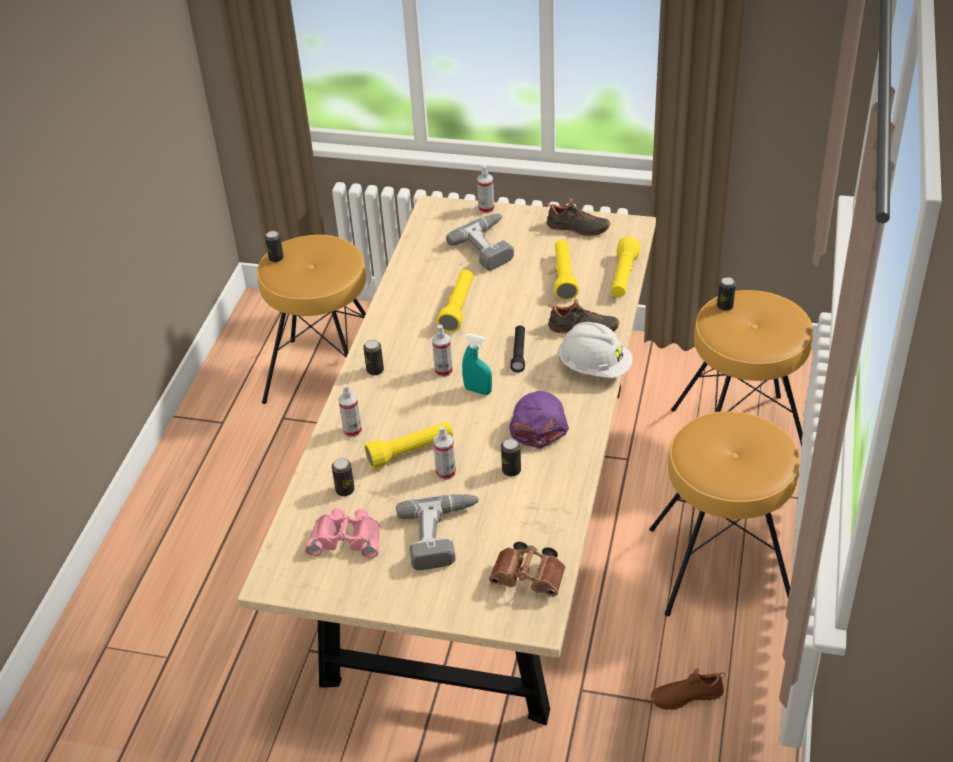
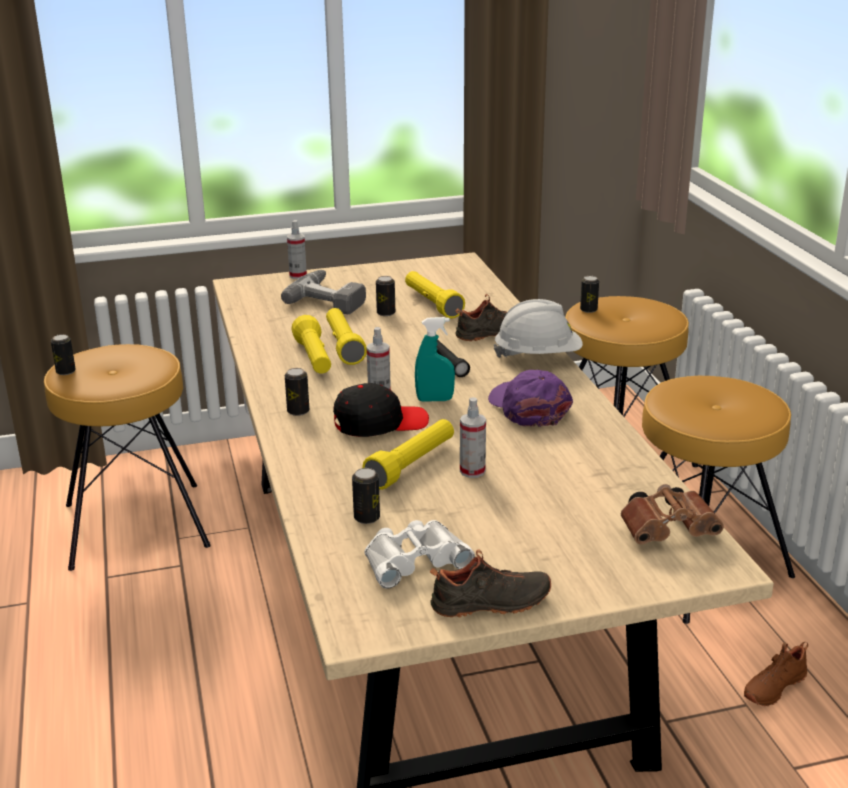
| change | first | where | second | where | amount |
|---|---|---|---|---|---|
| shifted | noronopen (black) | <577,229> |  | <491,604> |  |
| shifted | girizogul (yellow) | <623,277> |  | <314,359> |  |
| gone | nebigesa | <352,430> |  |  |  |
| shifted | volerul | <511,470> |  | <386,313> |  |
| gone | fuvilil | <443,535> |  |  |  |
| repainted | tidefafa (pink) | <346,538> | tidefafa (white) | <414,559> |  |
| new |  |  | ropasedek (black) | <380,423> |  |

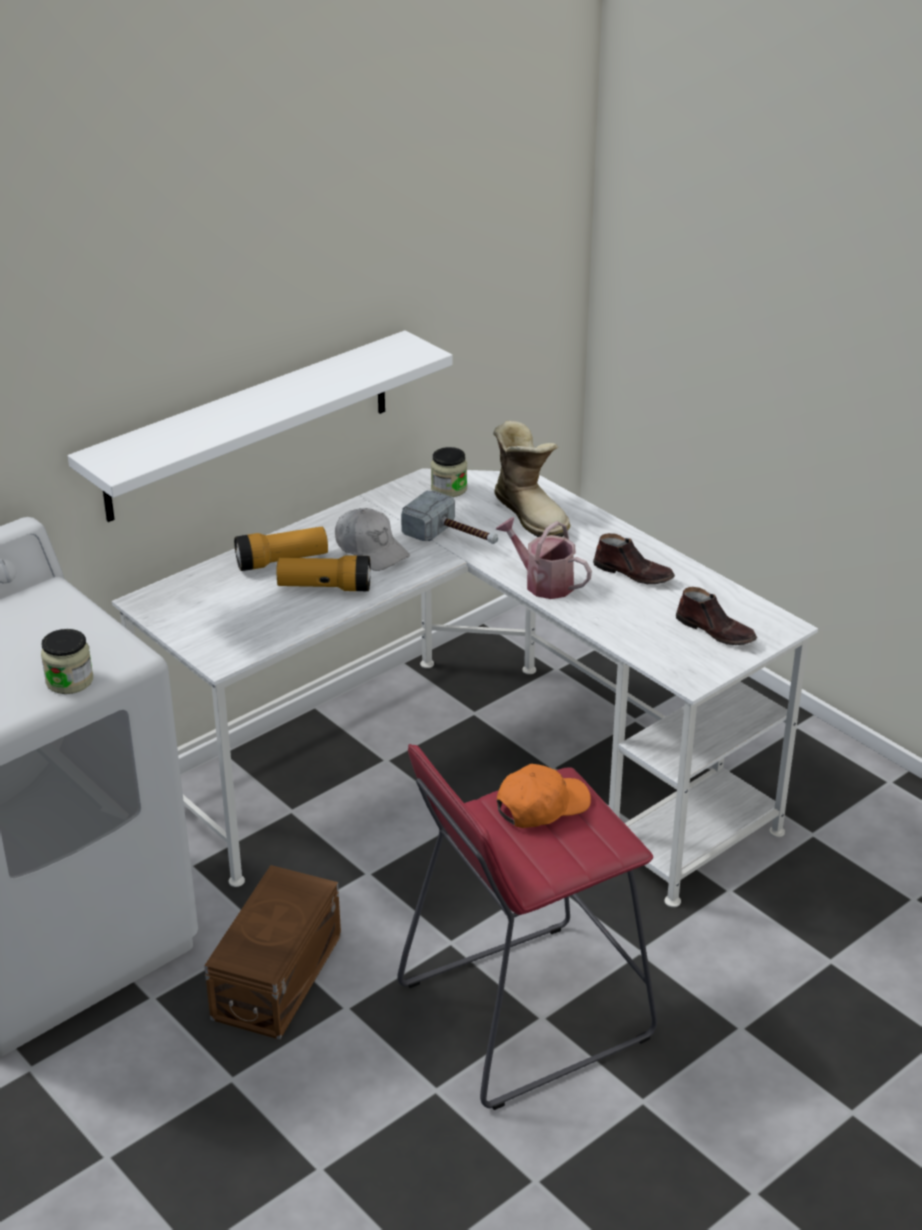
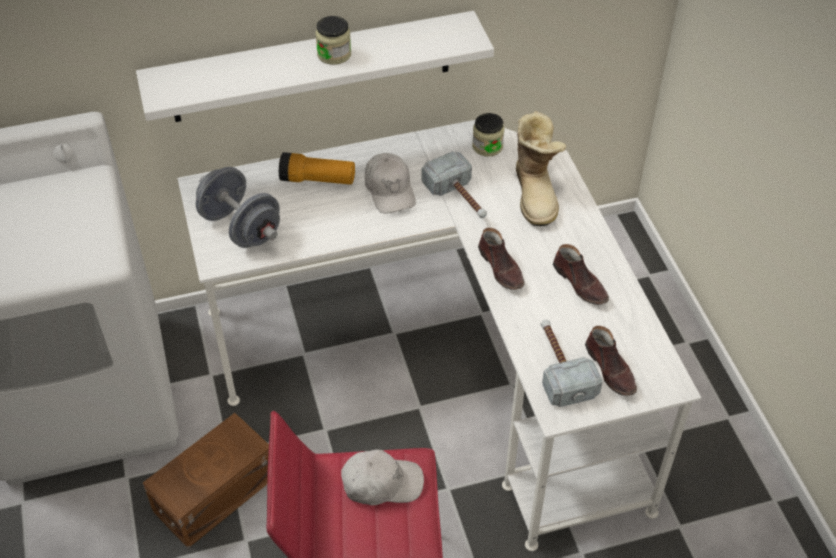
| change | first | where | second | where | amount |
|---|---|---|---|---|---|
| swapped | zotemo | <543,582> | noronopen (brown) | <501,268> |  |
| gone | girizogul | <325,587> |  |  |  |
| shifted | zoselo | <69,681> |  | <334,54> |  |
| repainted | ropasedek (orange) | <541,806> | ropasedek (white) | <381,483> |  |
| new |  |  | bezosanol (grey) | <241,227> |  |
| new |  |  | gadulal | <559,367> |  |

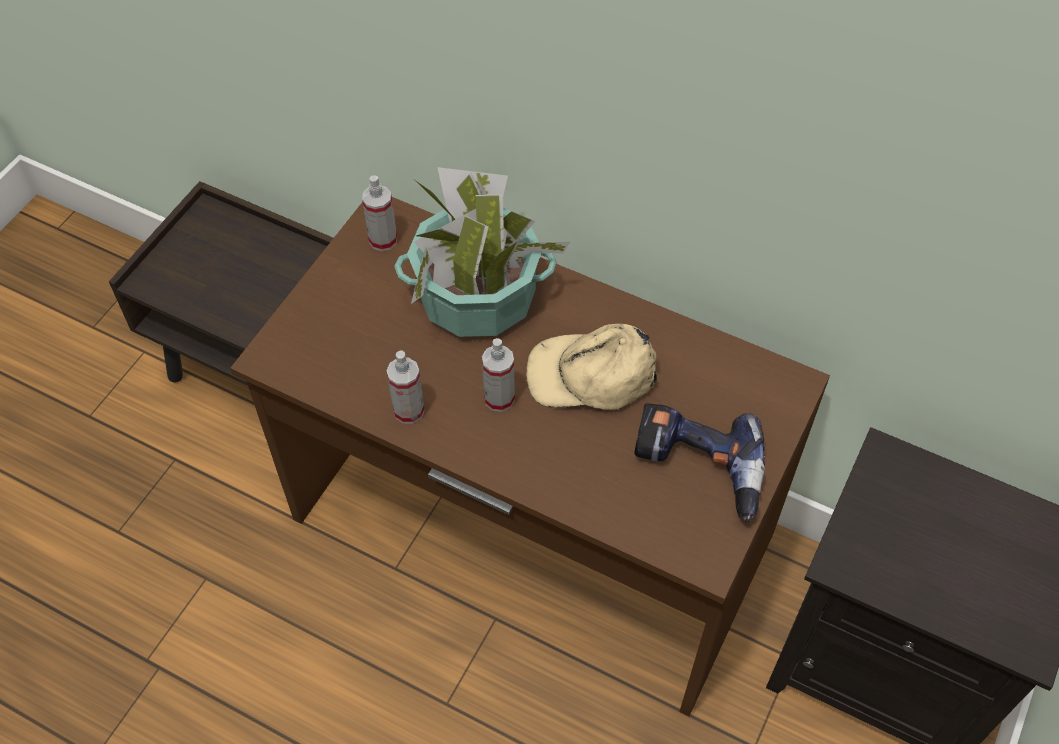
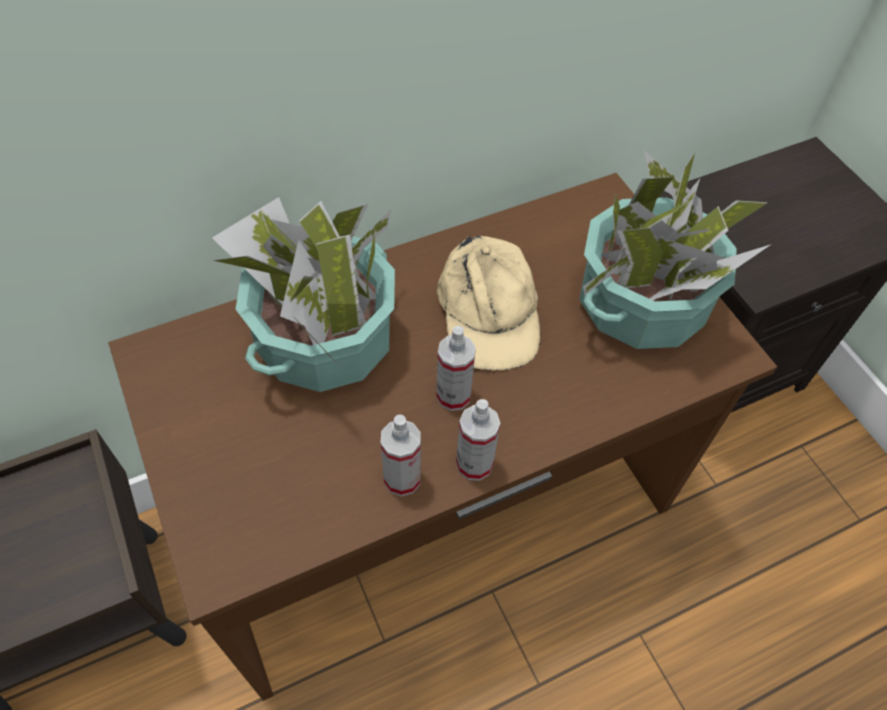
| change | first | where | second | where | amount |
|---|---|---|---|---|---|
| shifted | nebigesa | <383,240> |  | <474,464> |  |
| rotated | ropasedek (beige) | <592,374> |  | <488,312> | 45 degrees counterclockwise |
| swapped | fuvilil | <697,469> | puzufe | <641,304> |  |

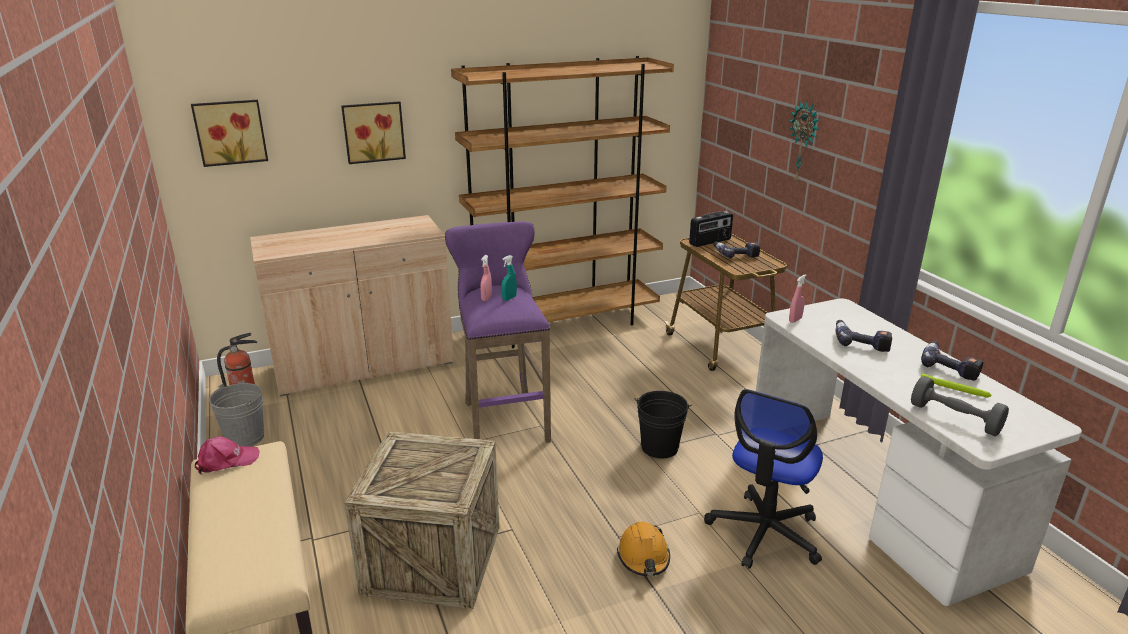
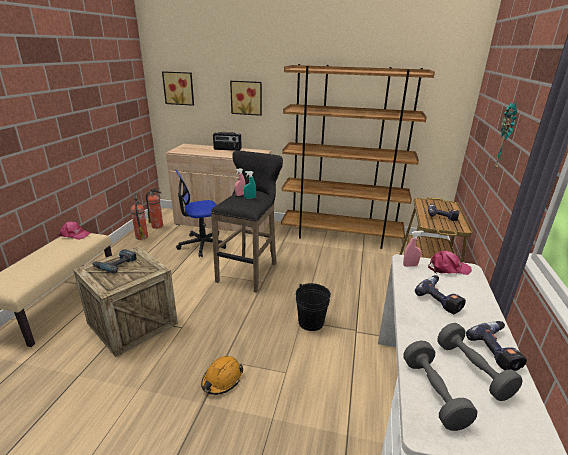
| change | first | where | second | where | amount |
|---|---|---|---|---|---|
| shifted | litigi | <710,242> |  | <227,149> |  |
| repainted | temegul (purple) | <503,419> | temegul (black) | <249,271> |  |
| swapped | girizogul (green) | <954,389> | bezosanol (grey) | <472,370> |  |
| swapped | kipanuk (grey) | <245,437> | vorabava | <141,236> |  |
| shifted | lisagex | <764,533> |  | <202,245> |  |
| new |  |  | fuvilil | <115,264> |  |
| new |  |  | ropasedek (pink) | <448,268> |  |

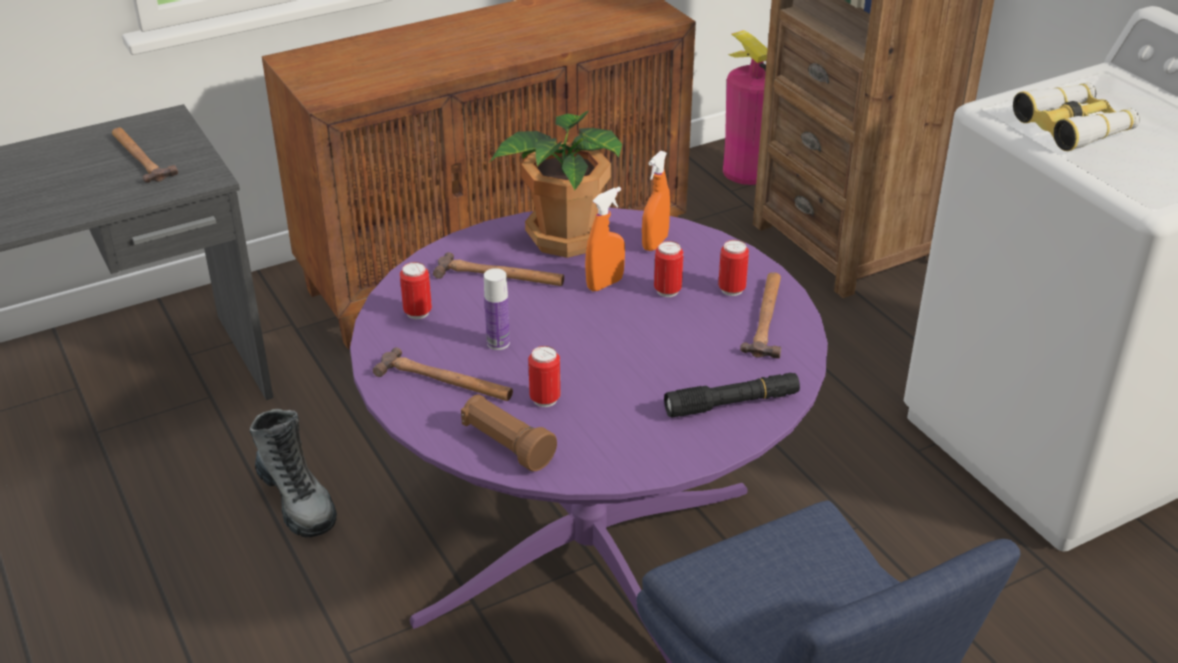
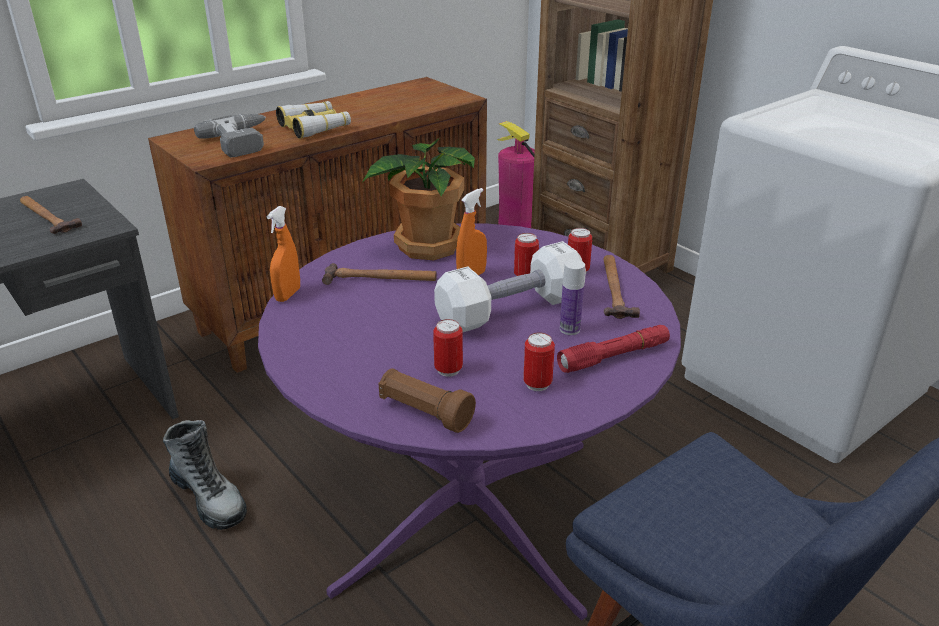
| change | first | where | second | where | amount |
|---|---|---|---|---|---|
| shifted | tidefafa | <1073,127> |  | <314,127> |  |
| shifted | nebigesa (orange) | <655,243> |  | <288,295> |  |
| shifted | volerul | <417,312> |  | <537,384> |  |
| shifted | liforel | <498,343> |  | <569,329> |  |
| gone | gadulal | <445,382> |  |  |  |
| repainted | girizogul (black) | <732,404> | girizogul (red) | <614,357> |  |
| new |  |  | fuvilil | <244,141> |  |
| new |  |  | bezosanol (white) | <510,310> |  |

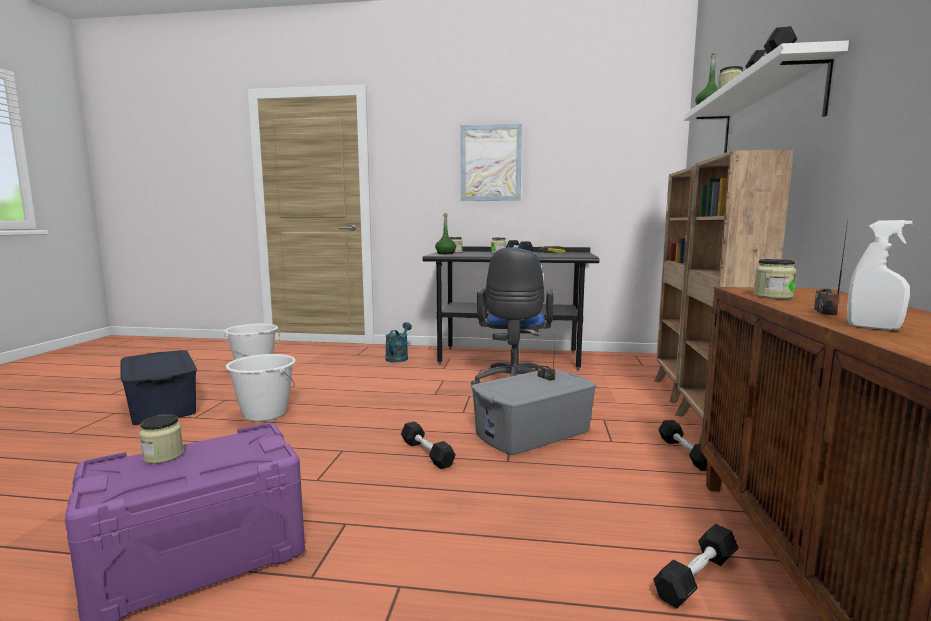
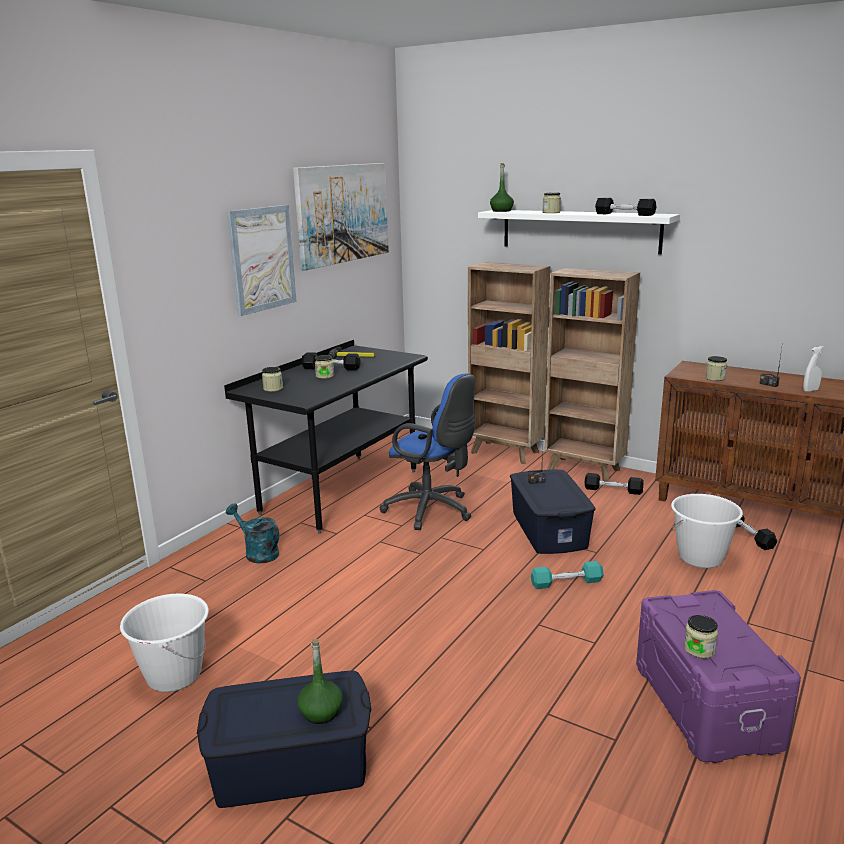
| change | first | where | second | where | amount |
|---|---|---|---|---|---|
| shifted | liforel (green) | <445,253> |  | <321,712> |  |
| shifted | kipanuk (white) | <264,414> |  | <701,558> |  |
| repainted | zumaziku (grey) | <533,432> | zumaziku (blue) | <549,529> |  |
| repainted | bezosanol (black) | <427,453> | bezosanol (turquoise) | <566,583> |  |
| new |  |  | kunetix | <342,213> |  |

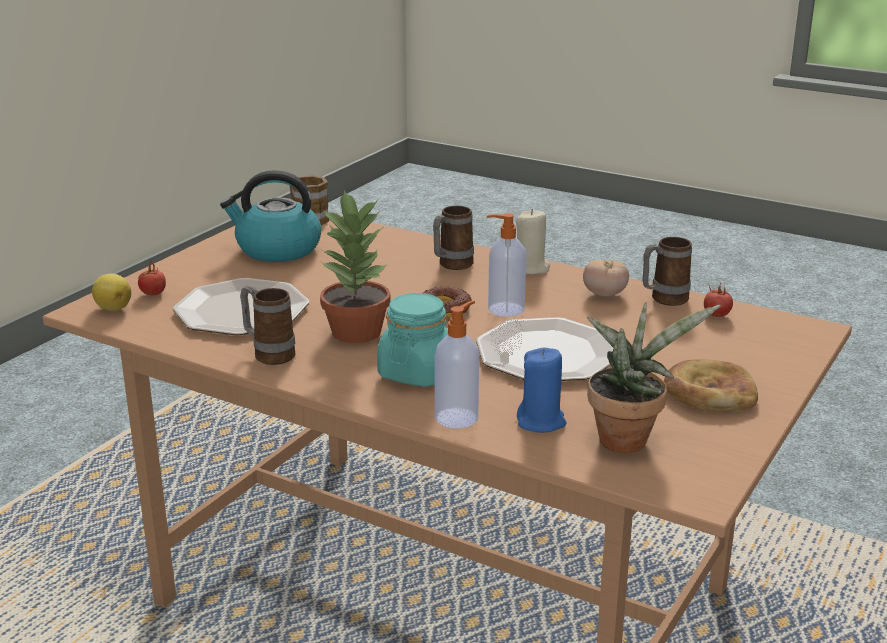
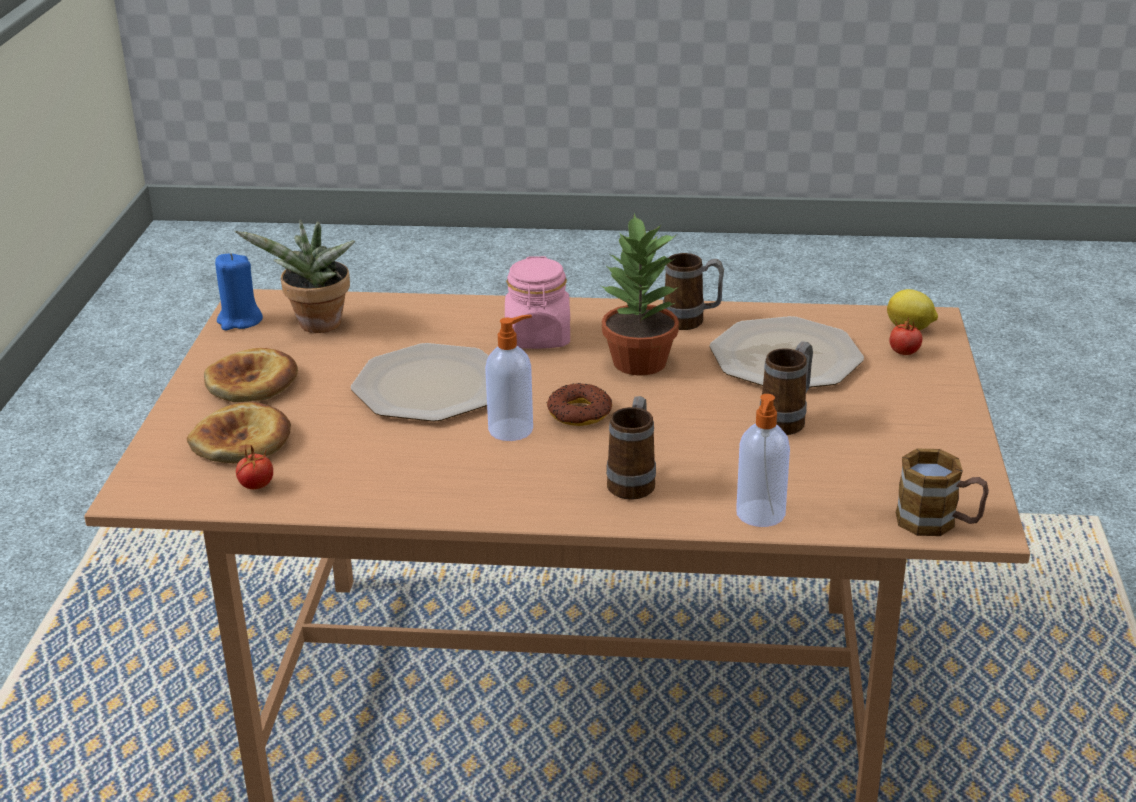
| change | first | where | second | where | amount |
|---|---|---|---|---|---|
| gone | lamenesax | <277,249> |  |  |  |
| gone | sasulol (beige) | <530,268> |  |  |  |
| shifted | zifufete | <663,300> |  | <787,420> |  |
| gone | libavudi | <604,294> |  |  |  |
| repainted | zoselo (turquoise) | <417,372> | zoselo (pink) | <538,337> |  |
| shifted | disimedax | <457,417> |  | <760,515> |  |
| shifted | sasulol (blue) | <541,422> |  | <239,321> |  |
| new |  |  | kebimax | <242,441> |  |

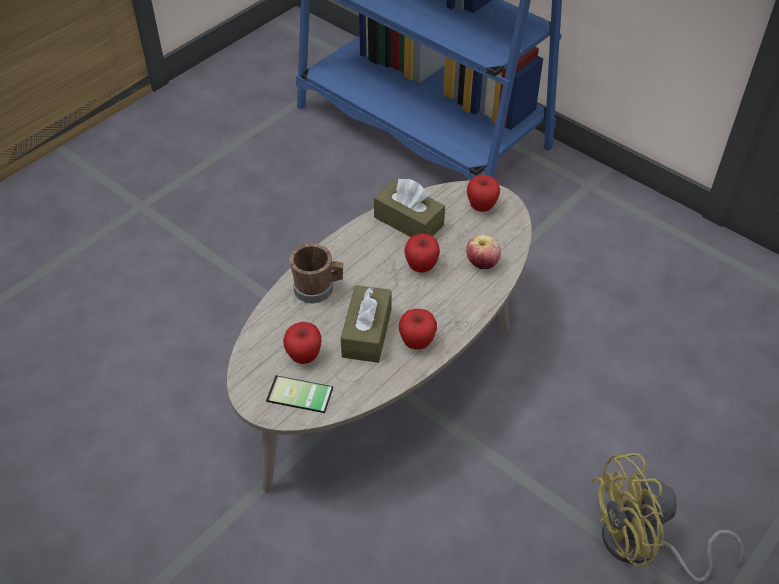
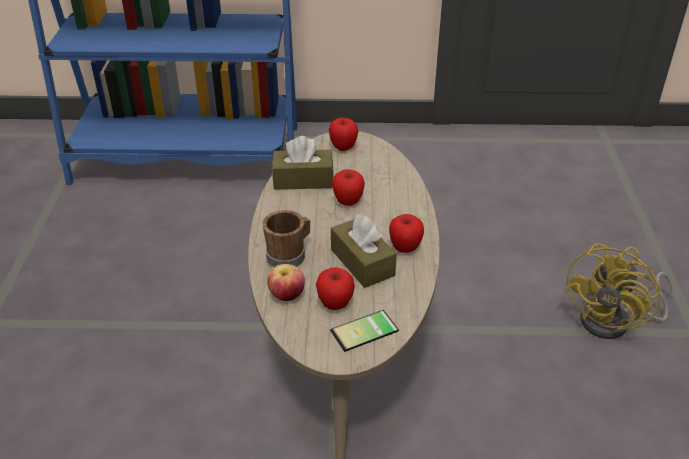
| change | first | where | second | where | amount |
|---|---|---|---|---|---|
| shifted | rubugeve | <482,263> |  | <286,296> |  |

